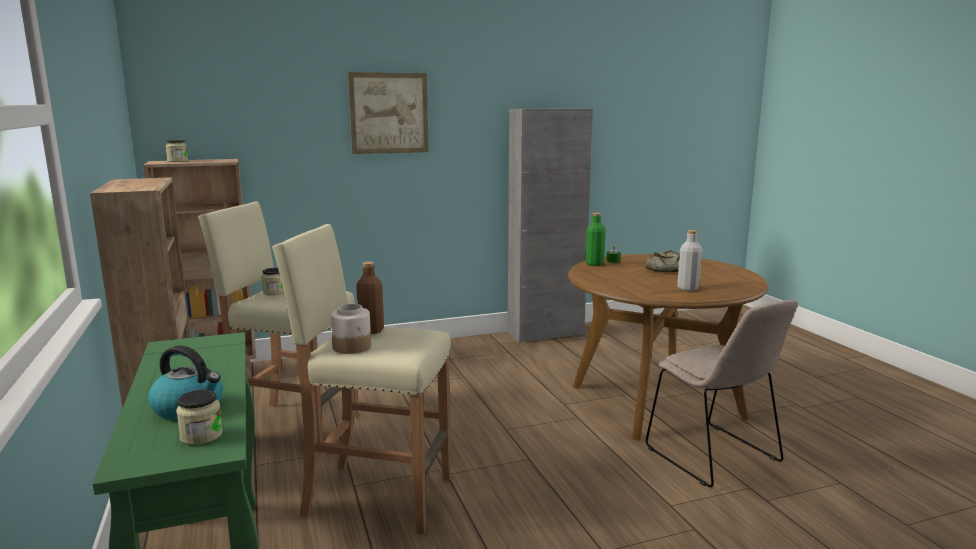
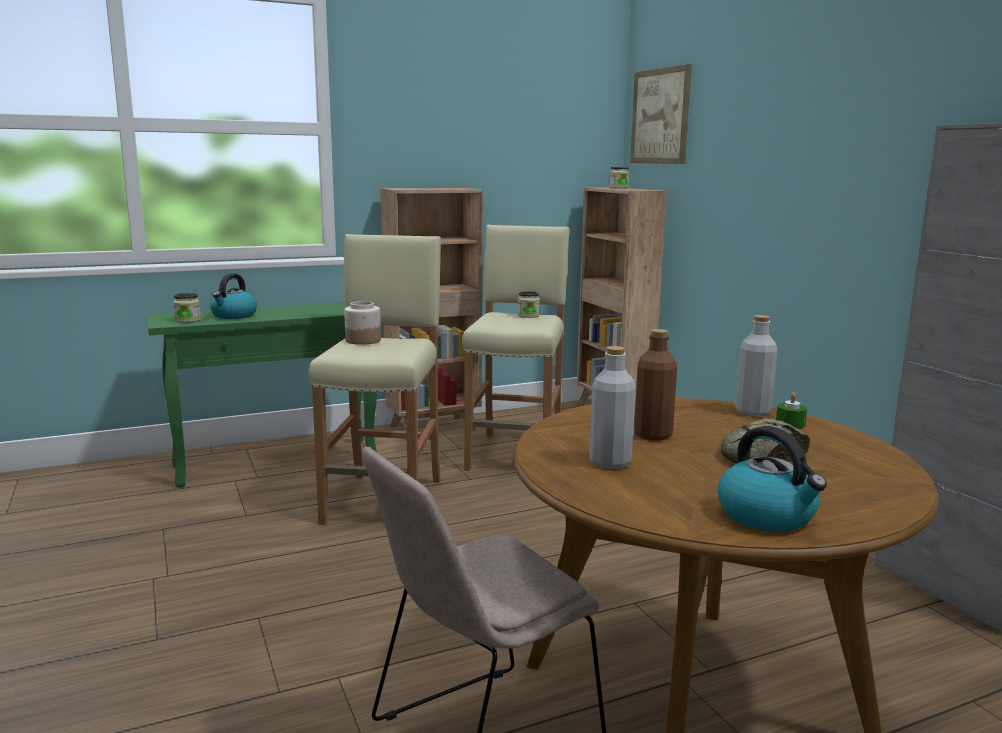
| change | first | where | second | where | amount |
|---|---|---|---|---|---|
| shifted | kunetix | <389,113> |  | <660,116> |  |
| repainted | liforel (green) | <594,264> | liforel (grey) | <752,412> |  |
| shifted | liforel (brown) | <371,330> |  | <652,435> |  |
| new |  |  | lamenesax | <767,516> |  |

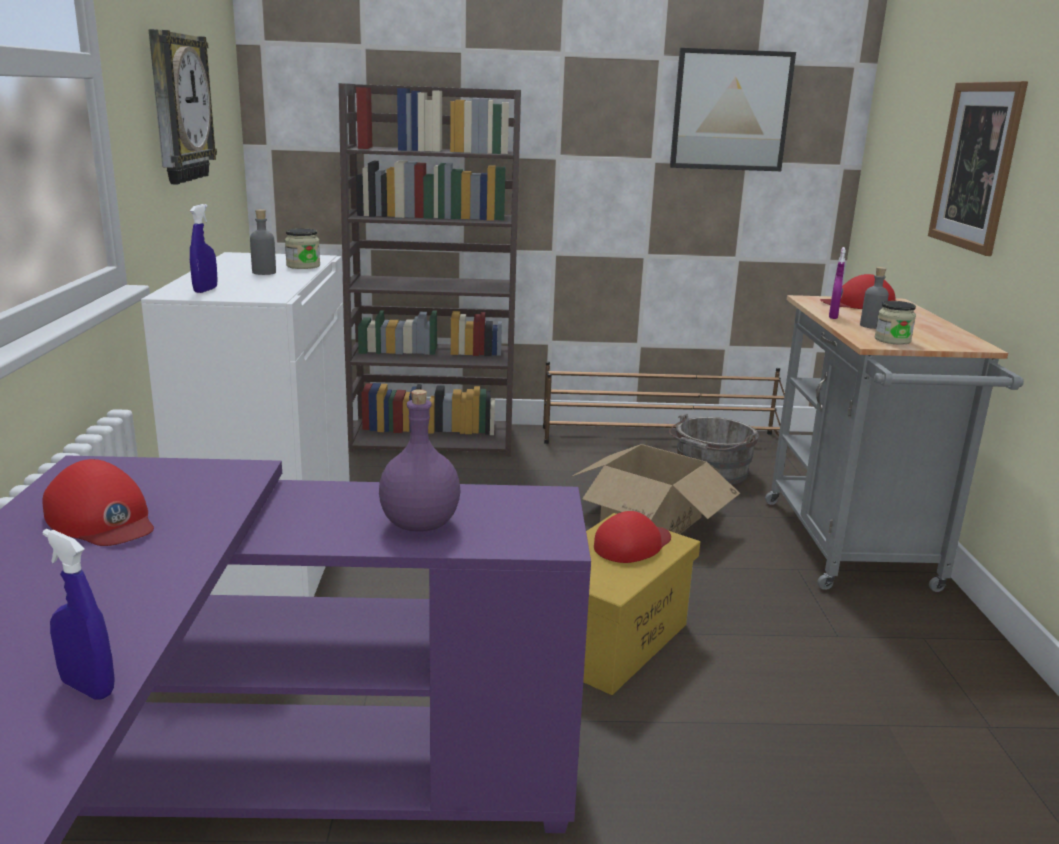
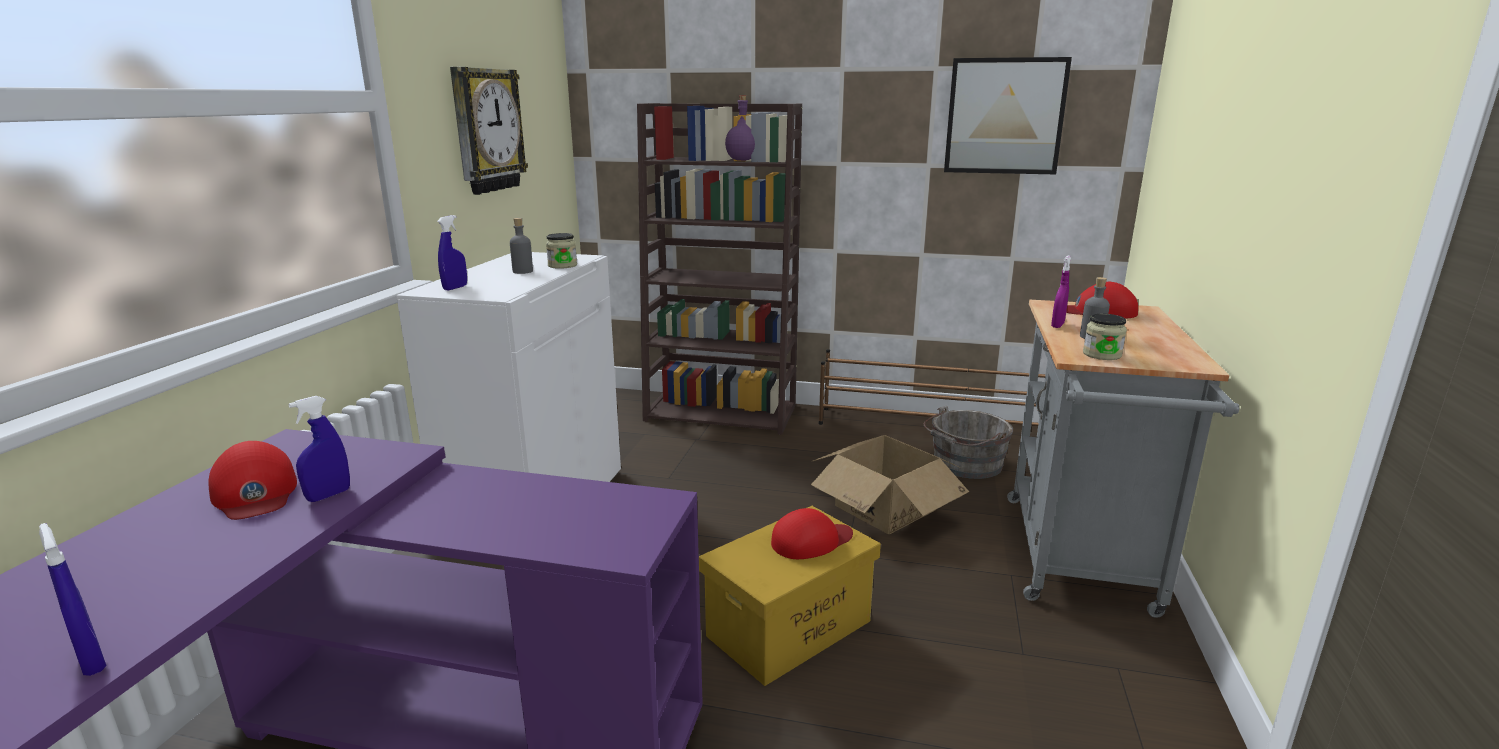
| change | first | where | second | where | amount |
|---|---|---|---|---|---|
| gone | kunetix | <976,166> |  |  |  |
| shifted | liforel (purple) | <420,524> |  | <743,160> |  |
| new |  |  | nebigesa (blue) | <328,495> |  |

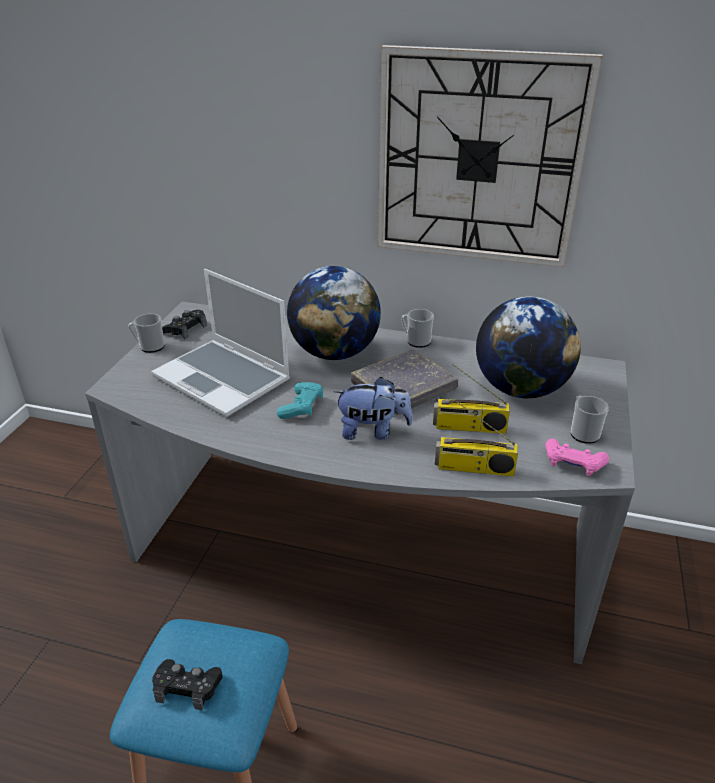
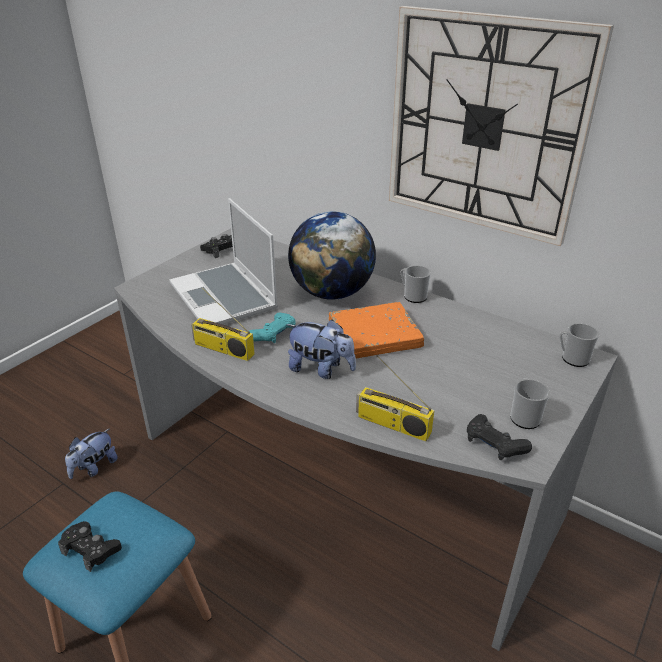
| change | first | where | second | where | amount |
|---|---|---|---|---|---|
| gone | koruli | <520,389> |  |  |  |
| shifted | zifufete | <149,347> |  | <572,358> |  |
| repainted | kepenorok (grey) | <404,387> | kepenorok (orange) | <374,335> |  |
| shifted | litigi | <469,427> |  | <222,349> |  |
| repainted | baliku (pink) | <573,464> | baliku (black) | <494,444> |  |
| new |  |  | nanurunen | <94,467> |  |

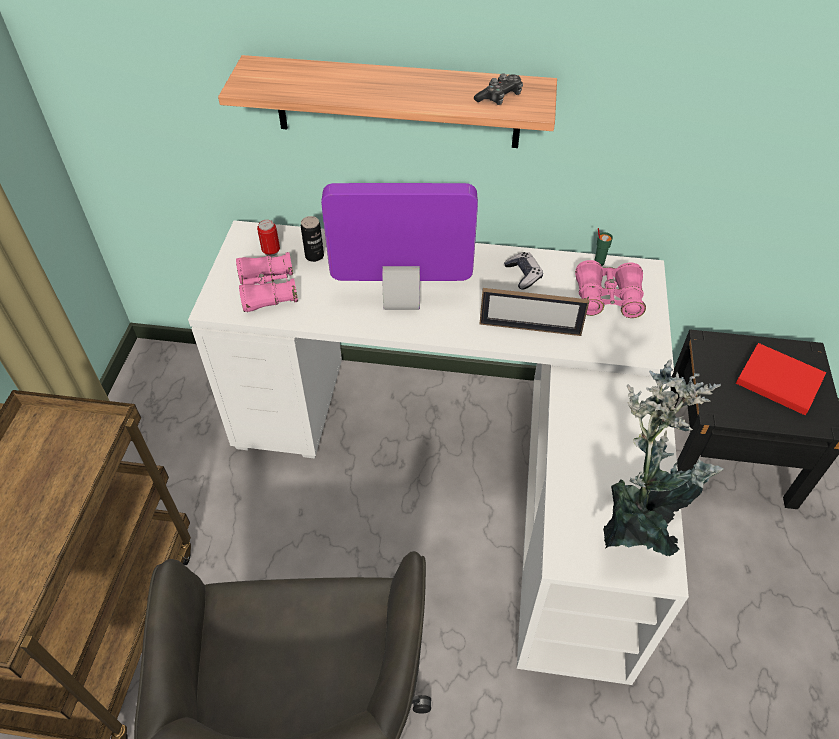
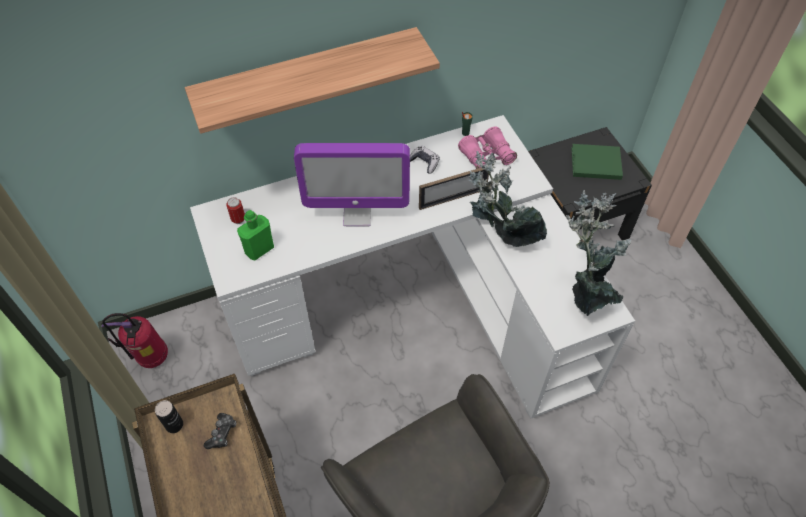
| change | first | where | second | where | amount |
|---|---|---|---|---|---|
| shifted | baliku | <499,97> |  | <222,433> |  |
| rotated | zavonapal | <402,299> |  | <357,214> | 150 degrees counterclockwise |
| shifted | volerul | <314,256> |  | <174,425> |  |
| swapped | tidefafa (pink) | <268,290> | liforel (green) | <259,249> |  |
| repainted | kepenorok (red) | <776,379> | kepenorok (green) | <594,163> |  |
| new |  |  | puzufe | <498,236> |  |
| new |  |  | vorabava | <151,359> |  |

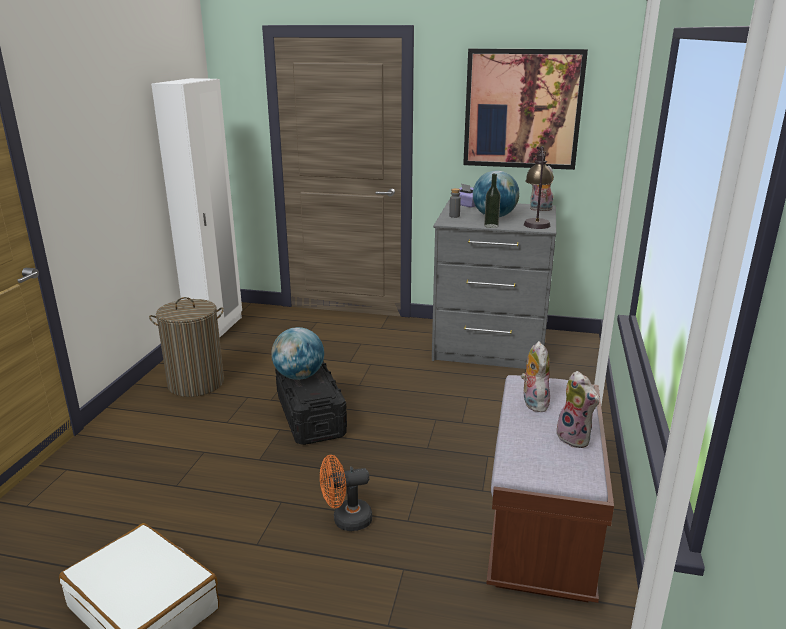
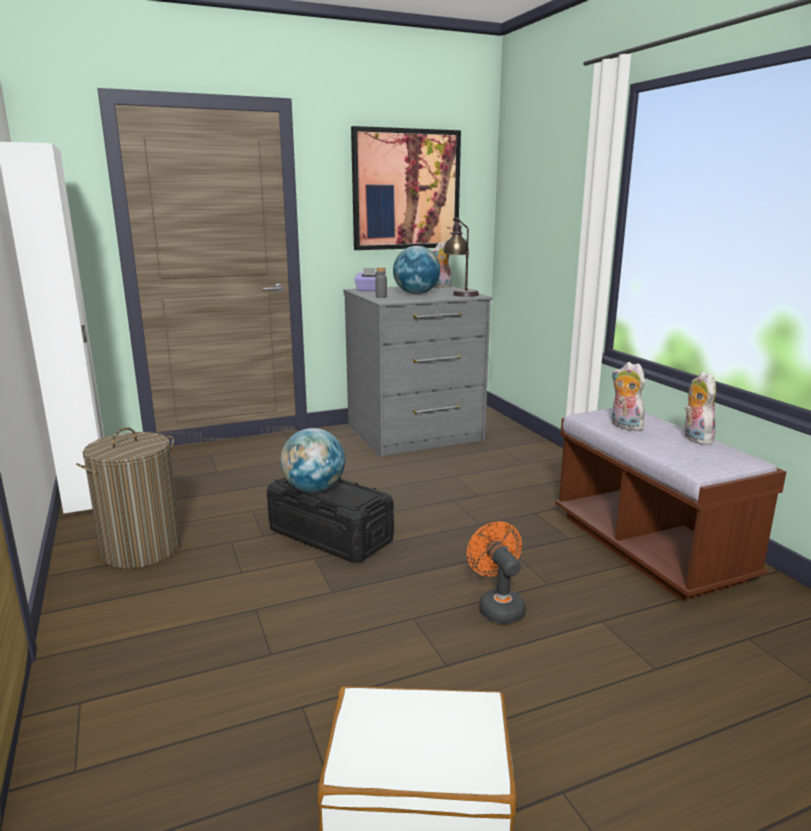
| change | first | where | second | where | amount |
|---|---|---|---|---|---|
| gone | liforel | <491,226> |  |  |  |
| rotated | nanurunen | <575,438> |  | <694,438> | 120 degrees counterclockwise |
| rotated | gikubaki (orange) | <346,520> |  | <497,606> | 120 degrees clockwise |

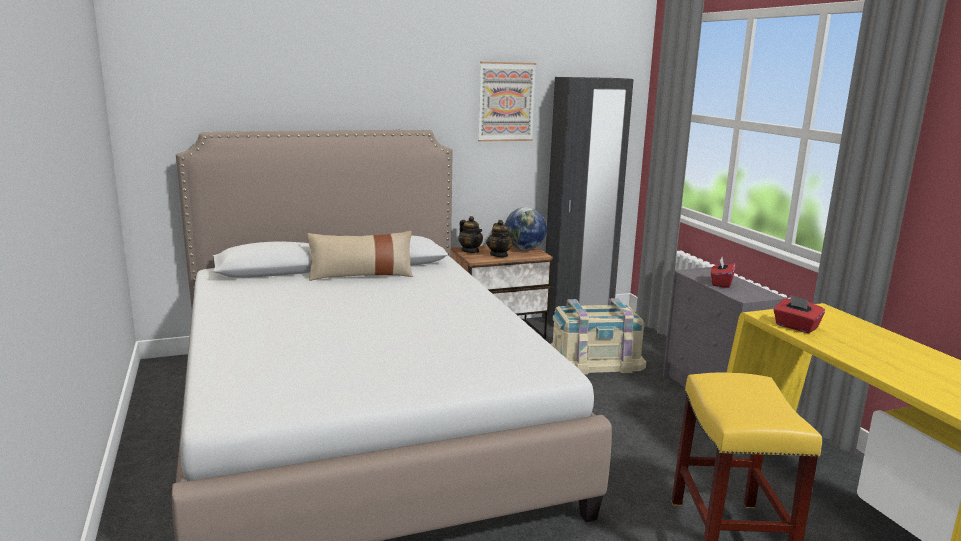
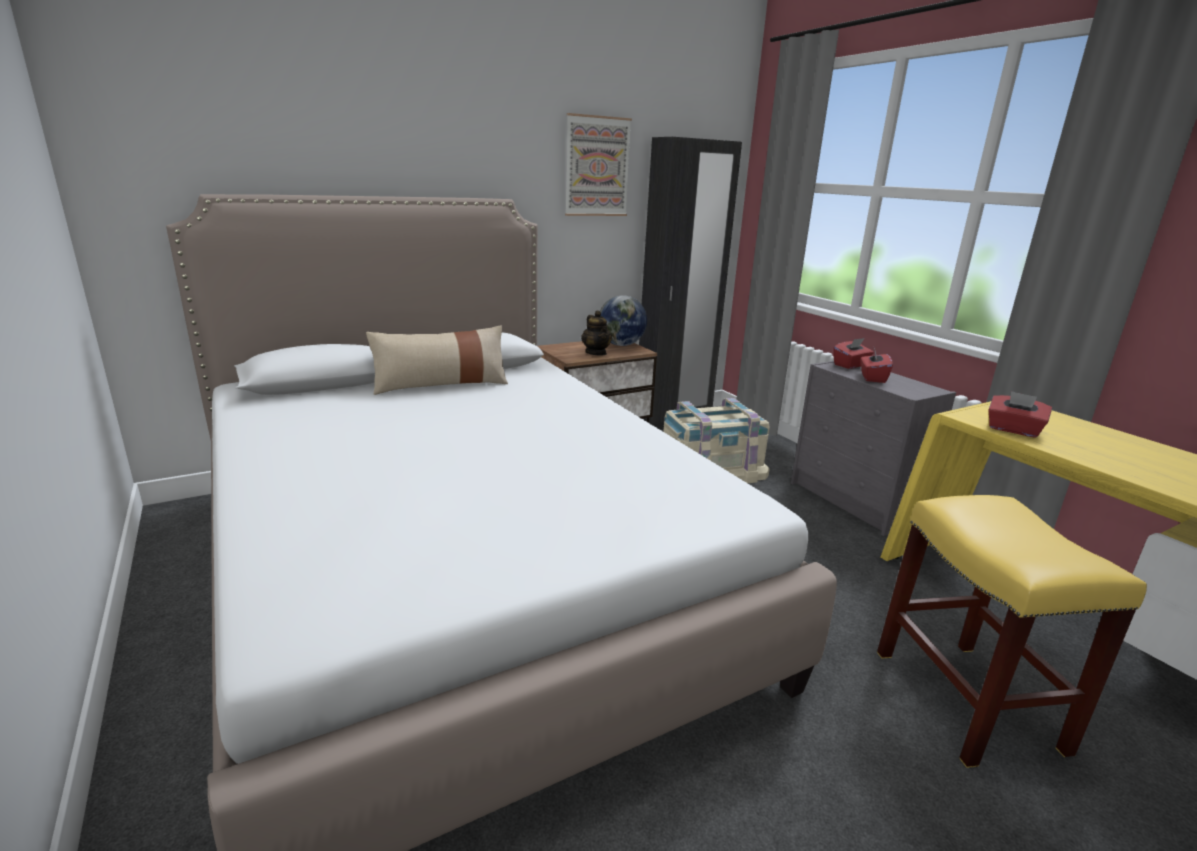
| change | first | where | second | where | amount |
|---|---|---|---|---|---|
| gone | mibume | <470,251> |  |  |  |
| new |  |  | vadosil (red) | <850,365> |  |

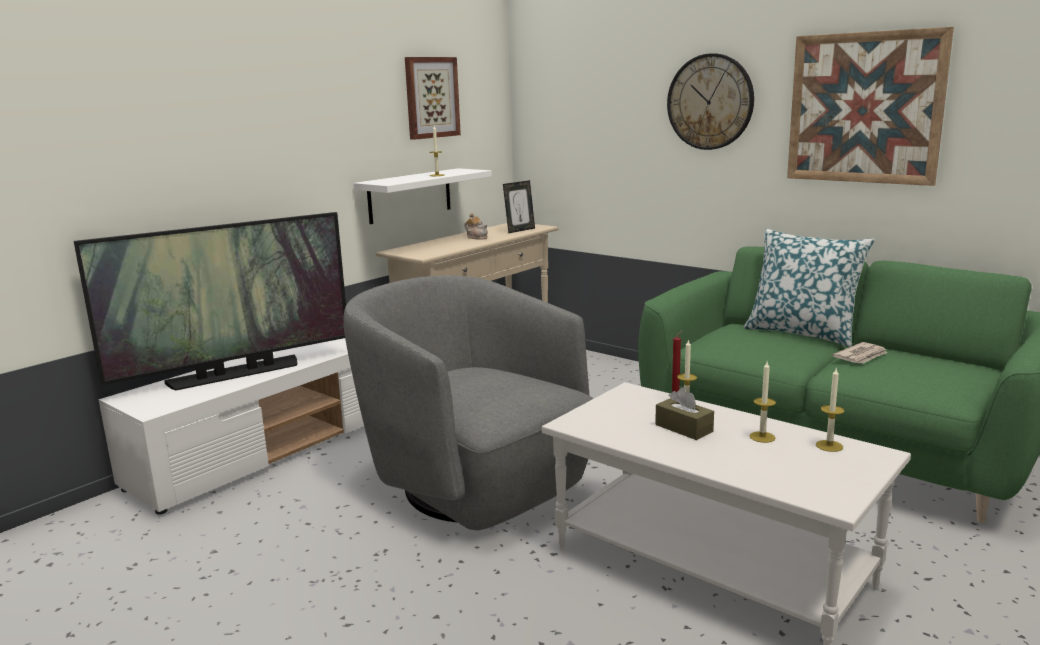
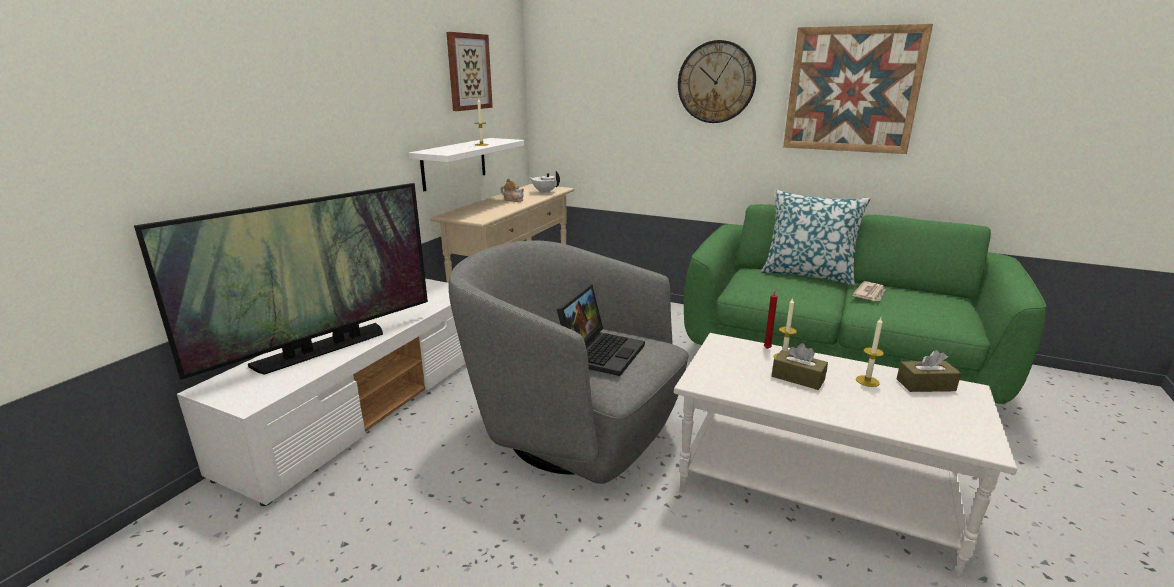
| change | first | where | second | where | amount |
|---|---|---|---|---|---|
| swapped | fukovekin | <520,230> | mibume (white) | <545,192> |  |
| swapped | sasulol | <829,446> | vadosil (brown) | <925,385> |  |
| new |  |  | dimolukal | <601,352> |  |

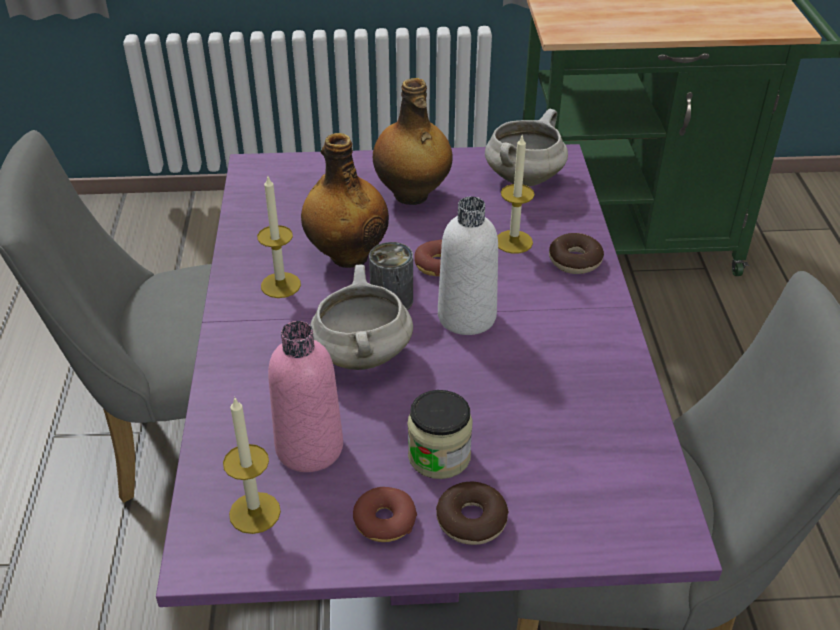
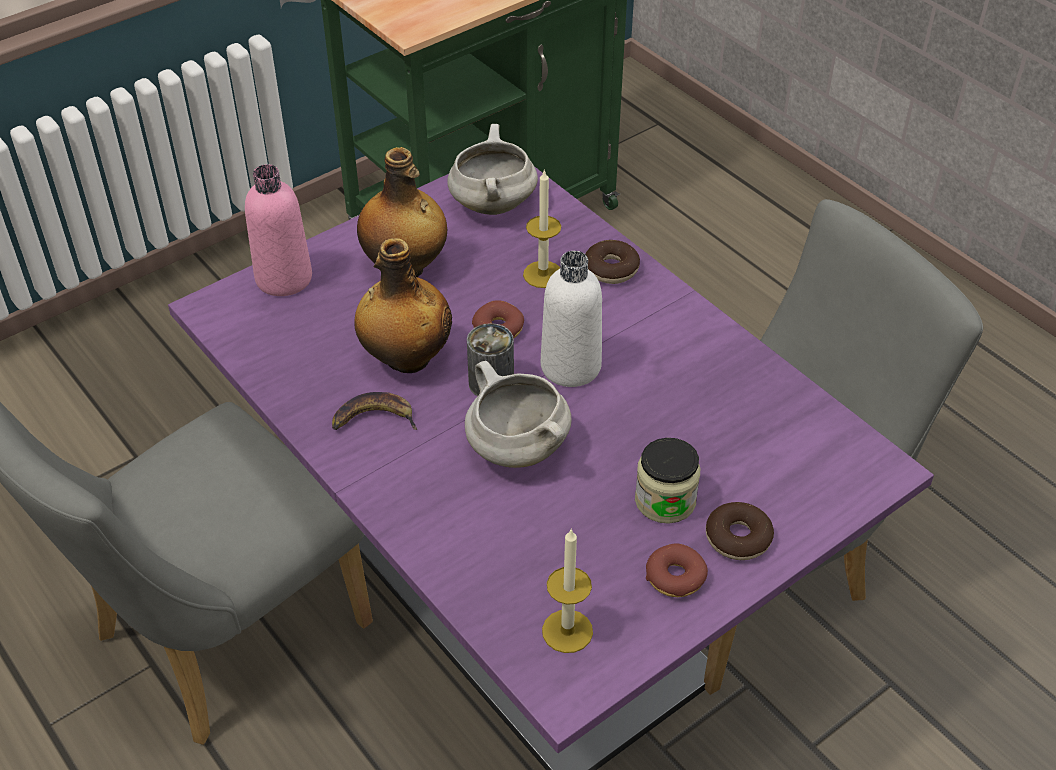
| change | first | where | second | where | amount |
|---|---|---|---|---|---|
| swapped | sasulol | <280,285> | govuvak | <373,419> |  |
| shifted | liforel (pink) | <309,447> |  | <284,278> |  |

